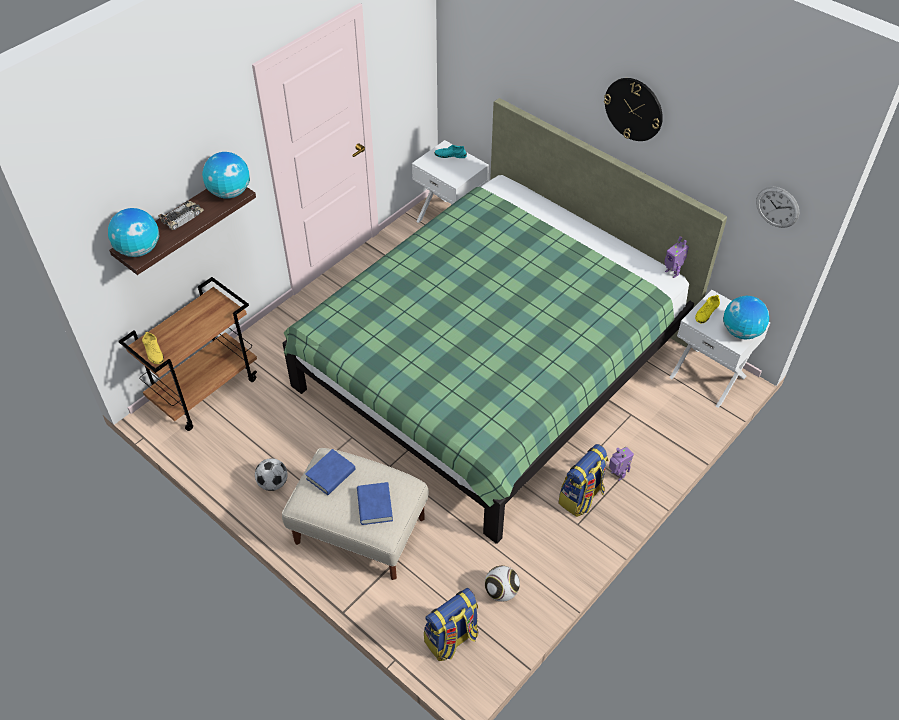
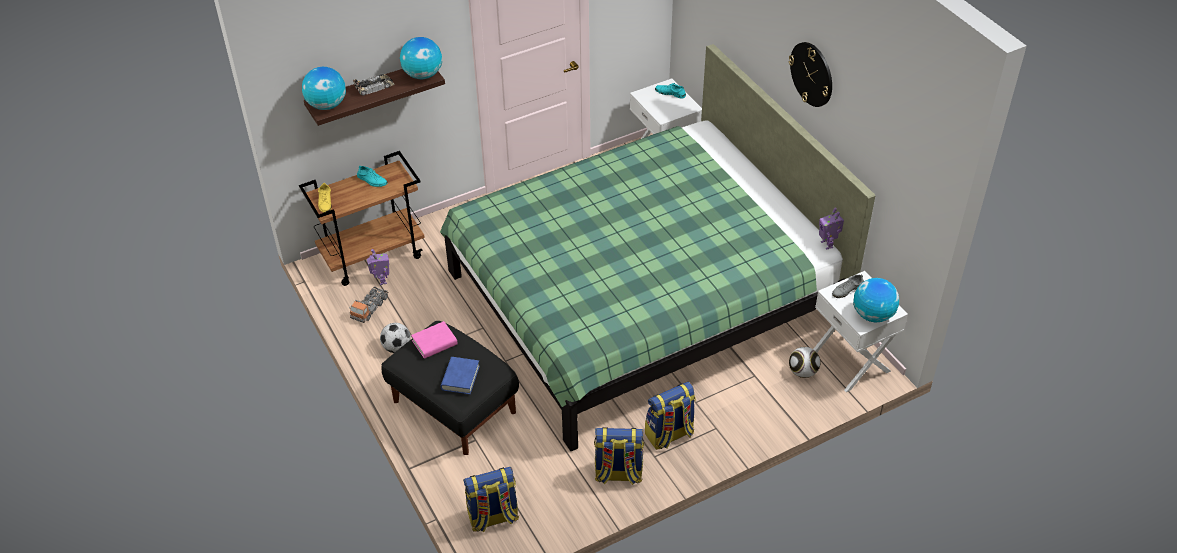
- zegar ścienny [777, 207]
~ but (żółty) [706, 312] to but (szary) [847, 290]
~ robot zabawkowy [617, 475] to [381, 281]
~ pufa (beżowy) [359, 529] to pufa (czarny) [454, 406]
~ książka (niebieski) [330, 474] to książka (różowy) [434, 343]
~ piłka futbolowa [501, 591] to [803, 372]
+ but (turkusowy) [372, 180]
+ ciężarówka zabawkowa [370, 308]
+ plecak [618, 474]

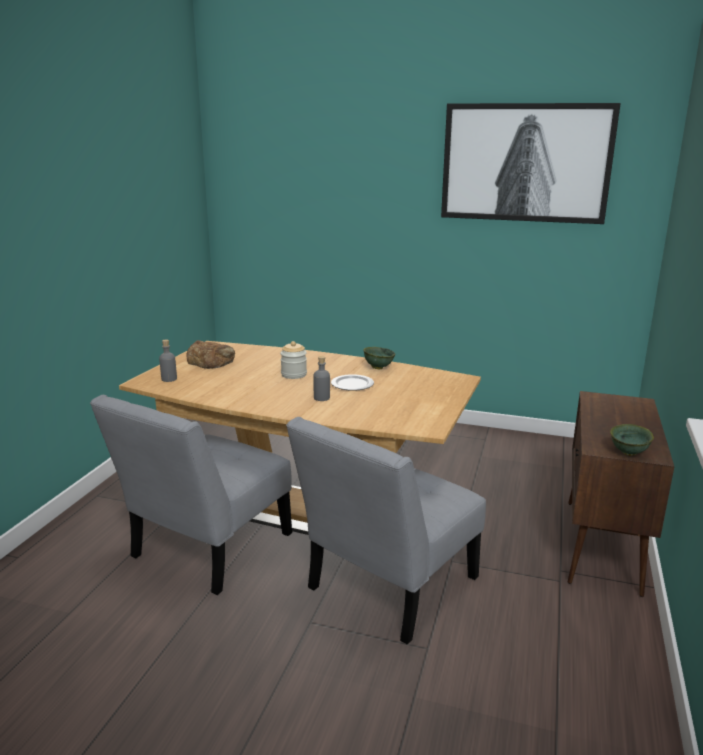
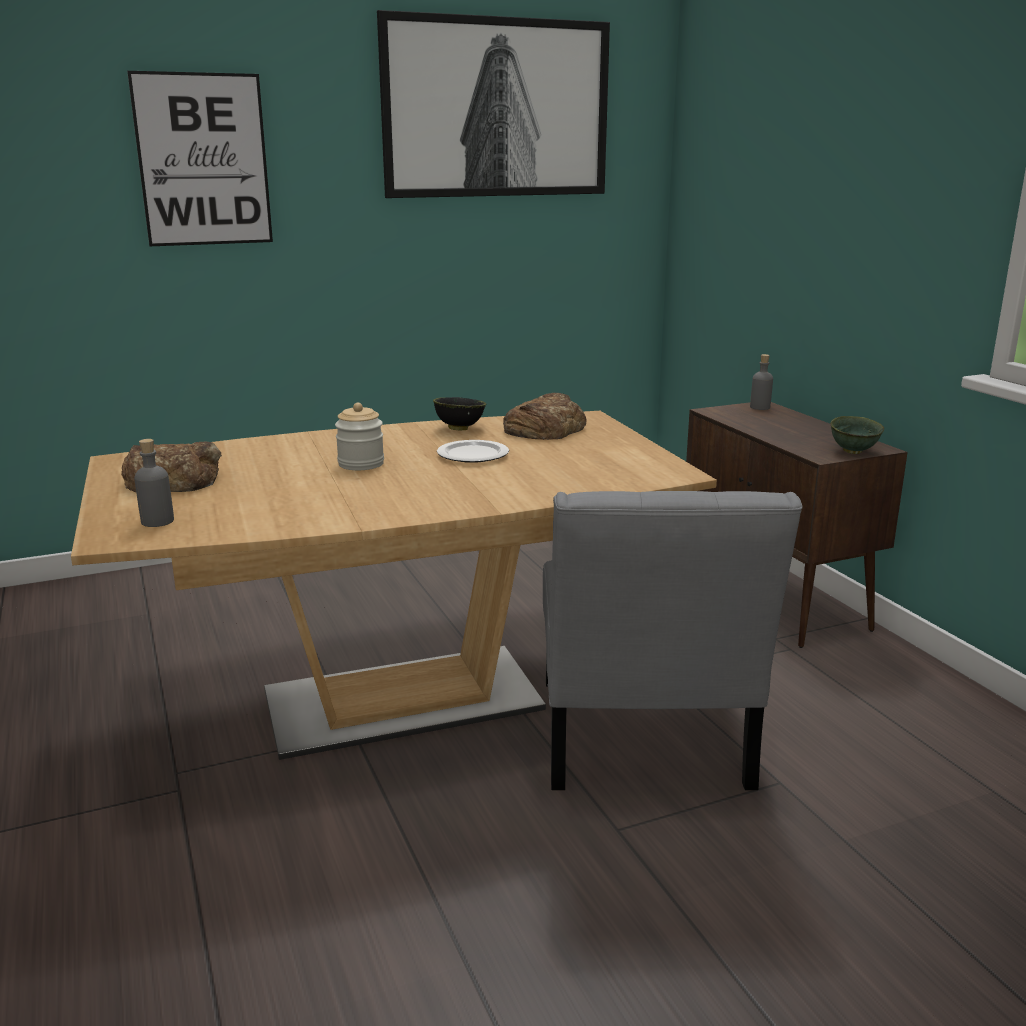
~ miska (zielony) [378, 367] to miska (czarny) [458, 429]
~ butelka (szary) [321, 398] to [760, 407]
- krzesło (szary) [206, 550]
+ obraz [203, 160]
+ chleb [545, 428]

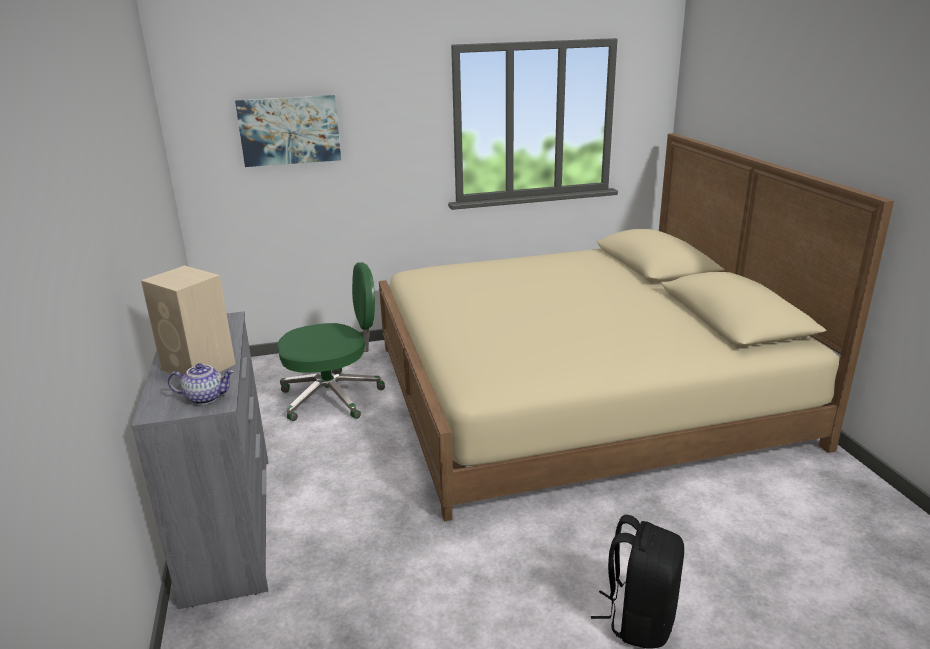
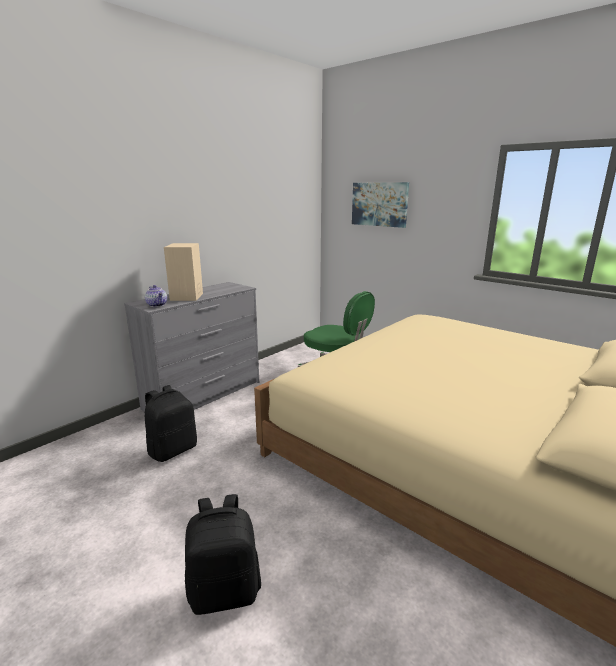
+ plecak (czarny) [173, 450]

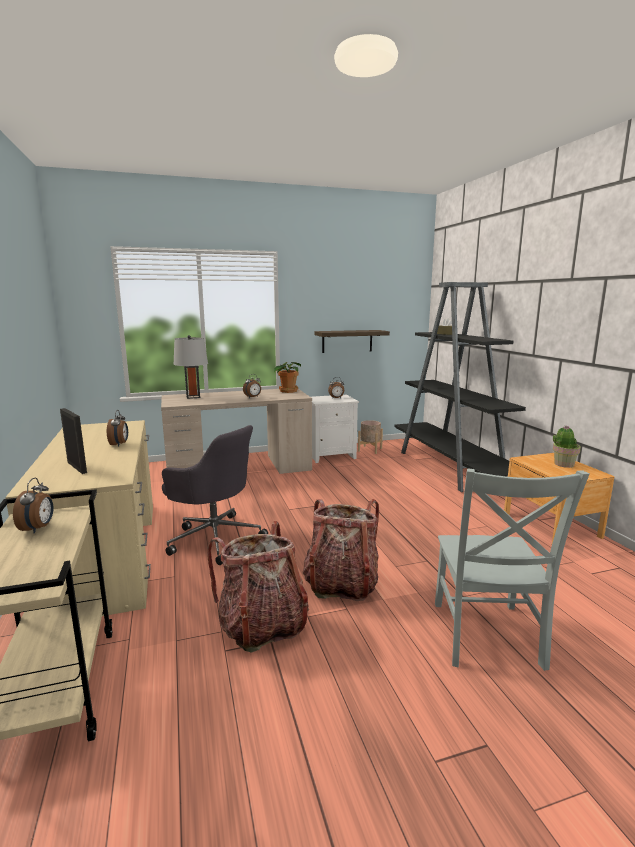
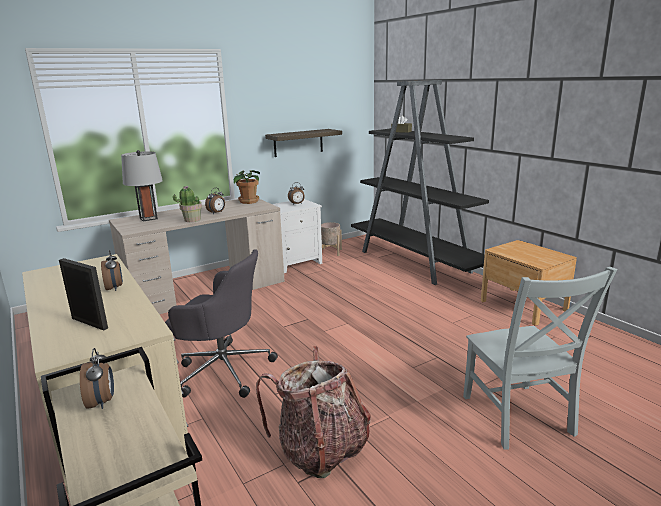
~ roślina doniczkowa [563, 464] to [192, 220]
- plecak [341, 583]

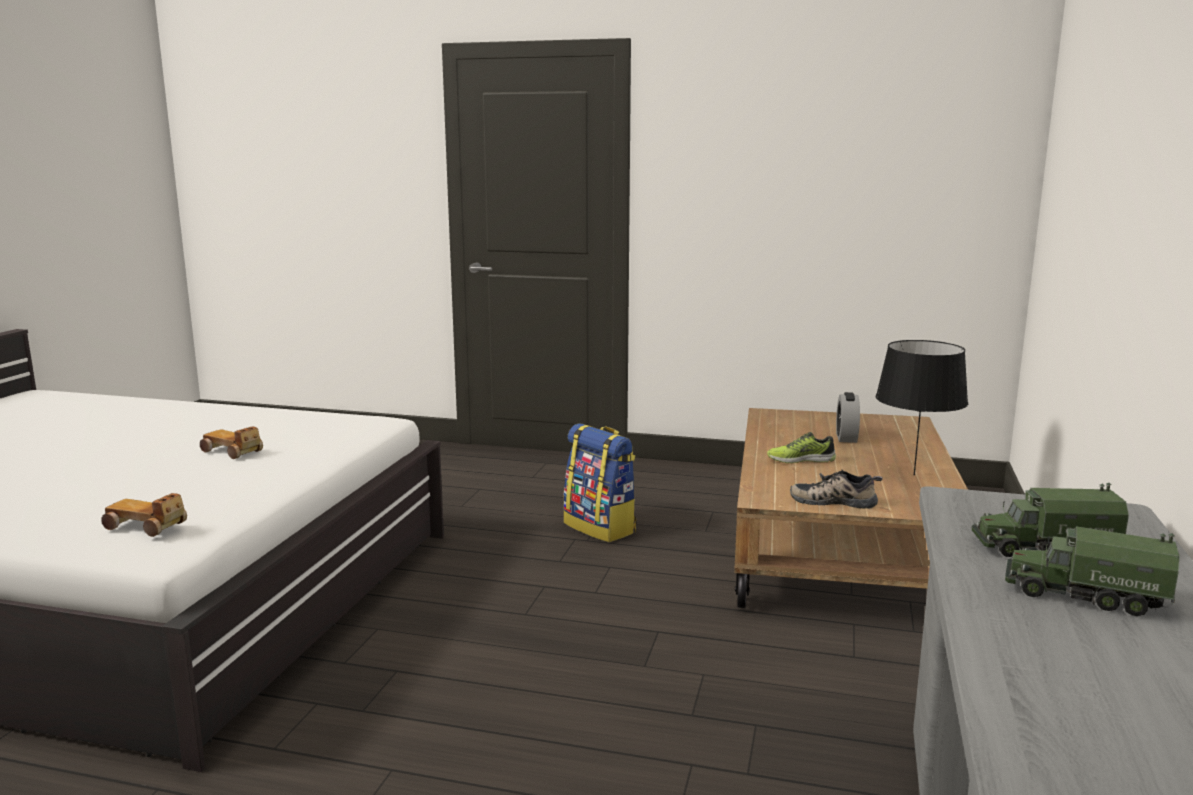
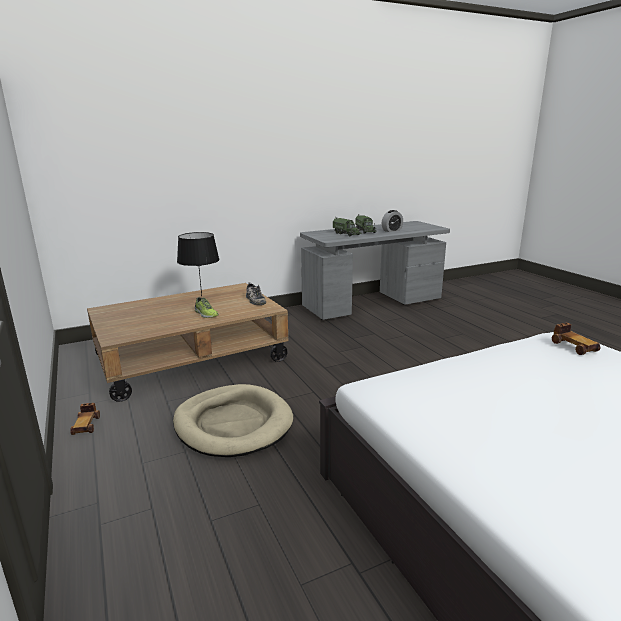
~ budzik [846, 437] to [392, 230]
~ plecak [601, 527] to legowisko (beżowy) [233, 424]
~ samochodzik [232, 452] to [86, 425]

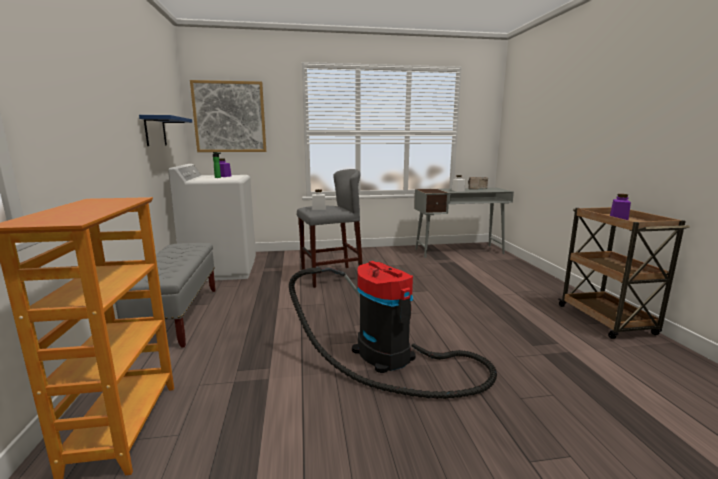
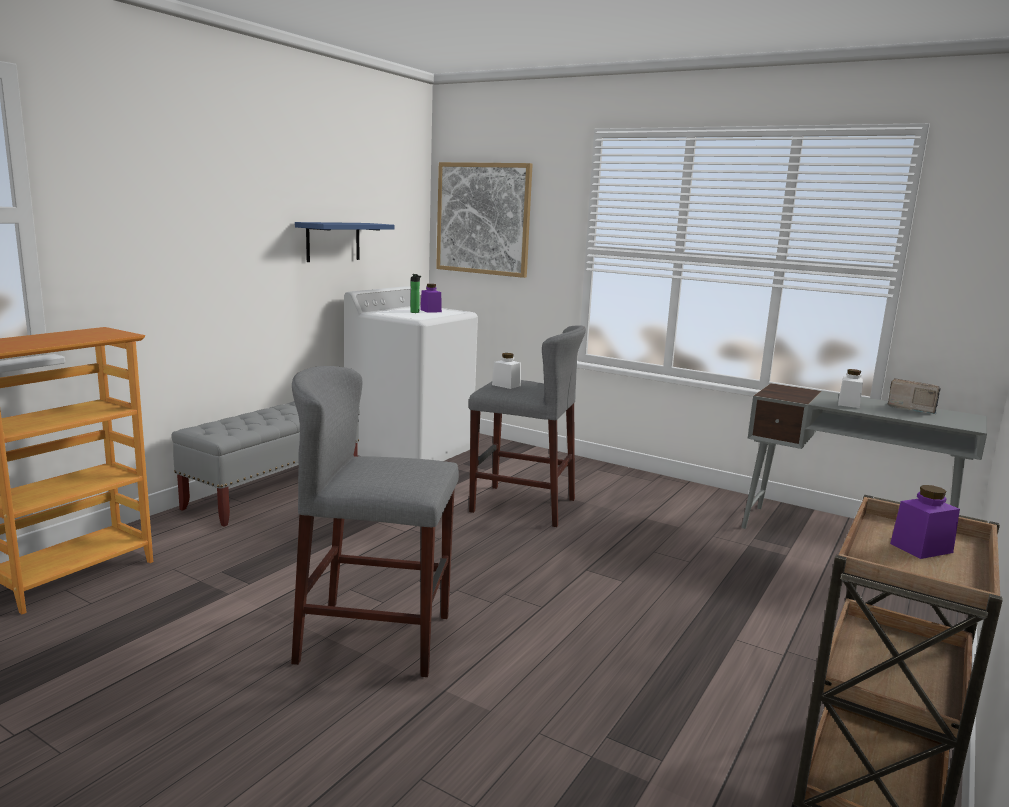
~ odkurzacz [389, 358] to stołek (szary) [375, 638]

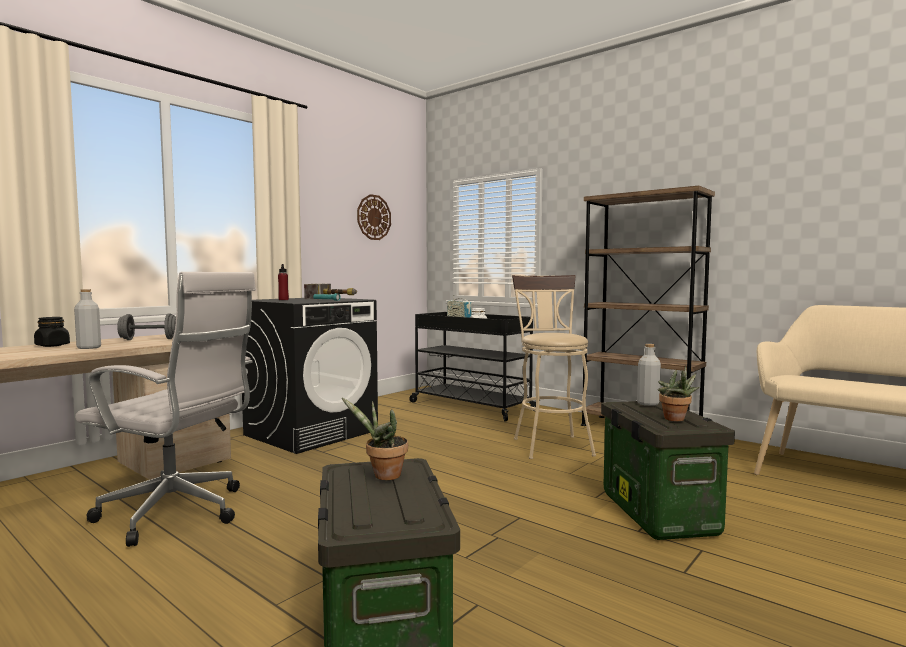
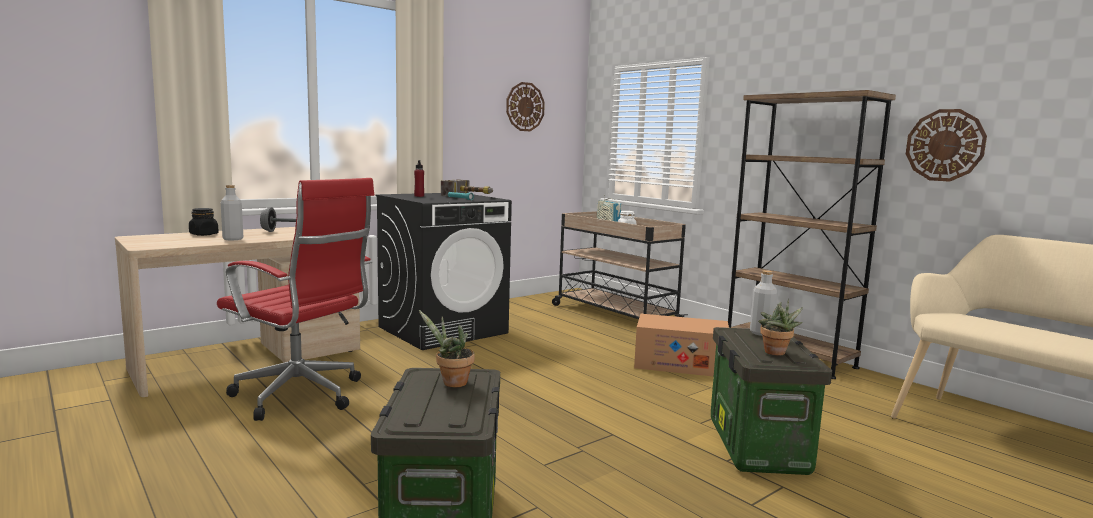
~ krzesło biurowe (biały) [178, 514] to krzesło biurowe (czerwony) [302, 396]
~ stołek (beżowy) [550, 444] to karton [680, 364]
~ wózek (czarny) [470, 406] to wózek (beżowy) [614, 314]
+ zegar ścienny [945, 145]

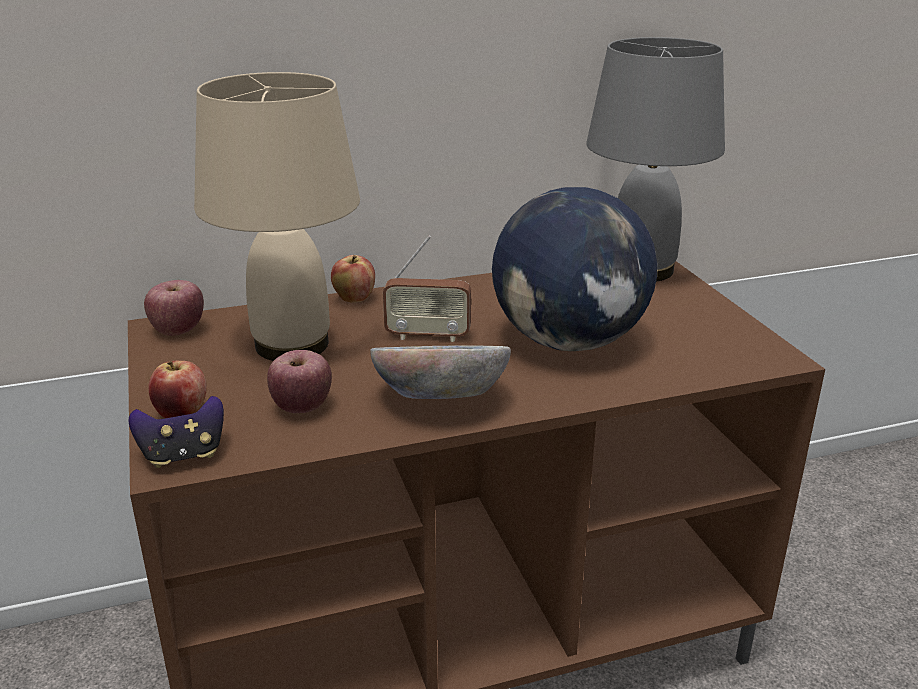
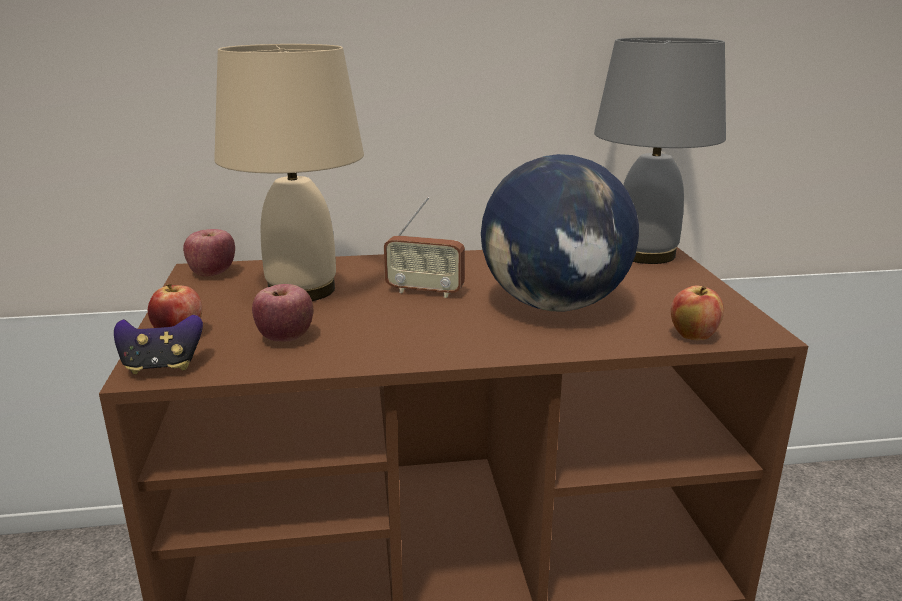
~ jabłko [354, 299] to [693, 336]
- miska [439, 400]

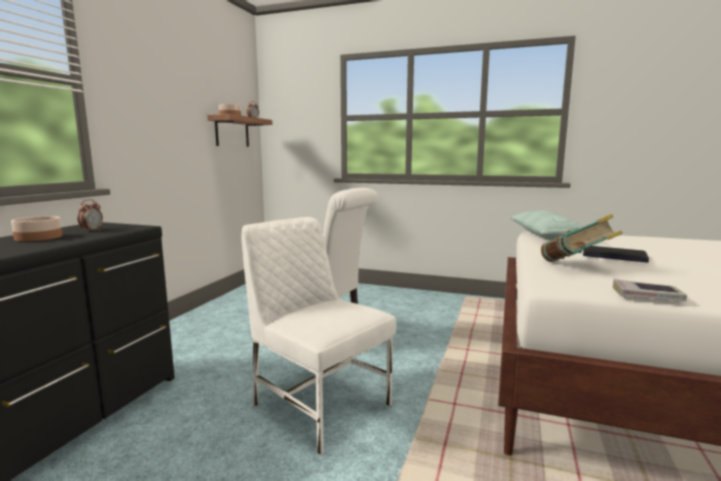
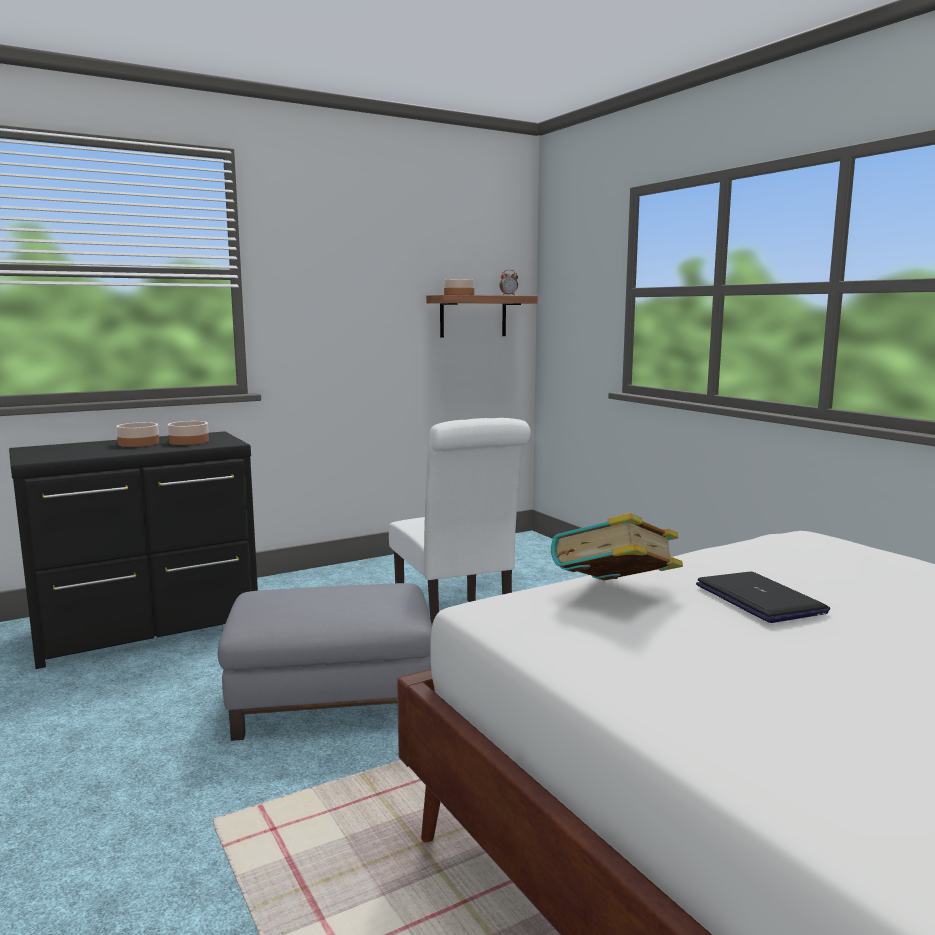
~ budzik [92, 230] to miska [189, 441]
- poduszka [546, 236]
~ krzesło (biały) [318, 404] to pufa (szary) [332, 699]
- książka [647, 296]

